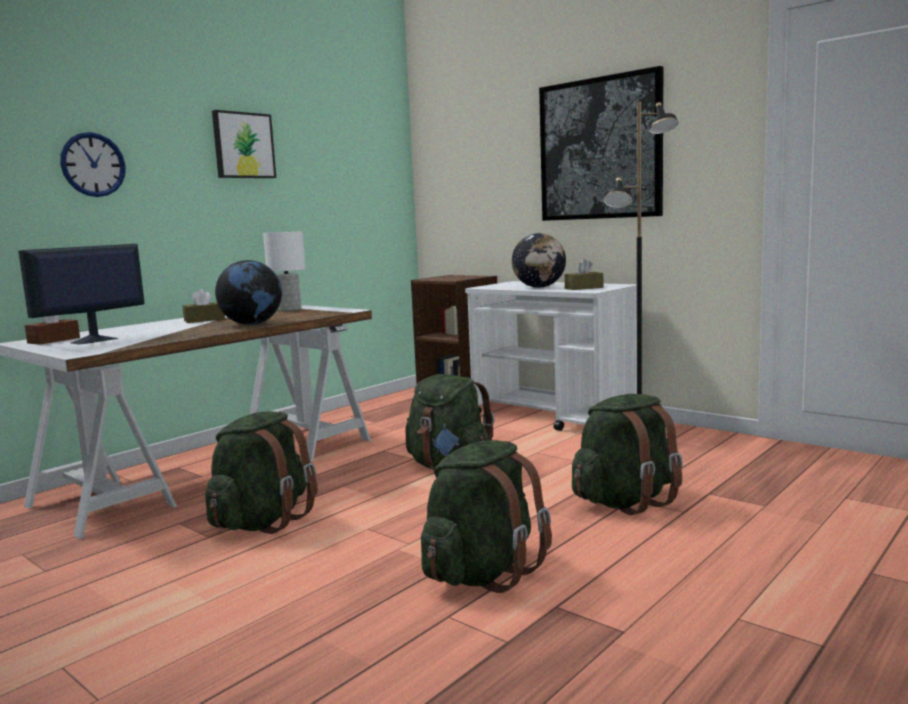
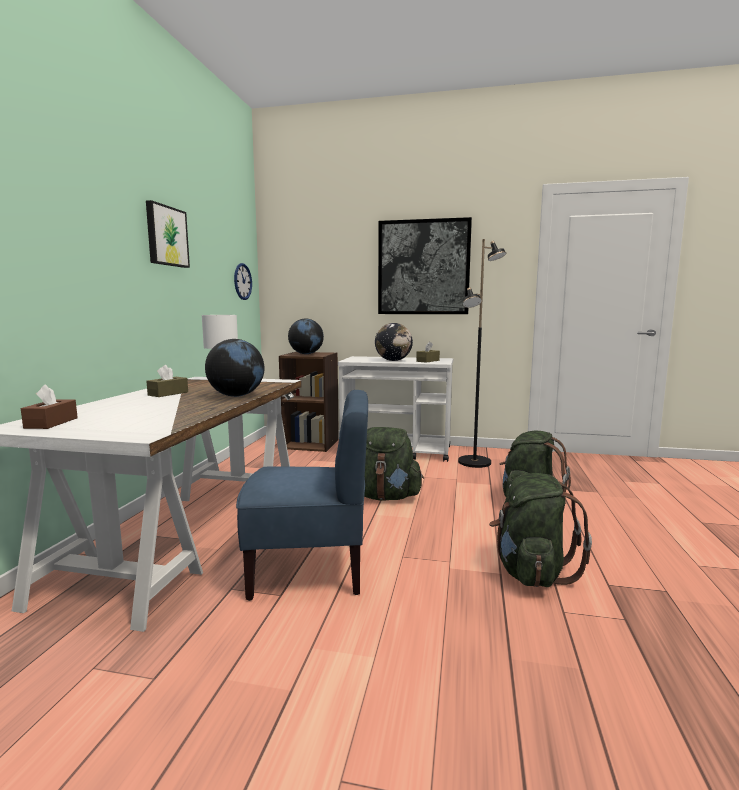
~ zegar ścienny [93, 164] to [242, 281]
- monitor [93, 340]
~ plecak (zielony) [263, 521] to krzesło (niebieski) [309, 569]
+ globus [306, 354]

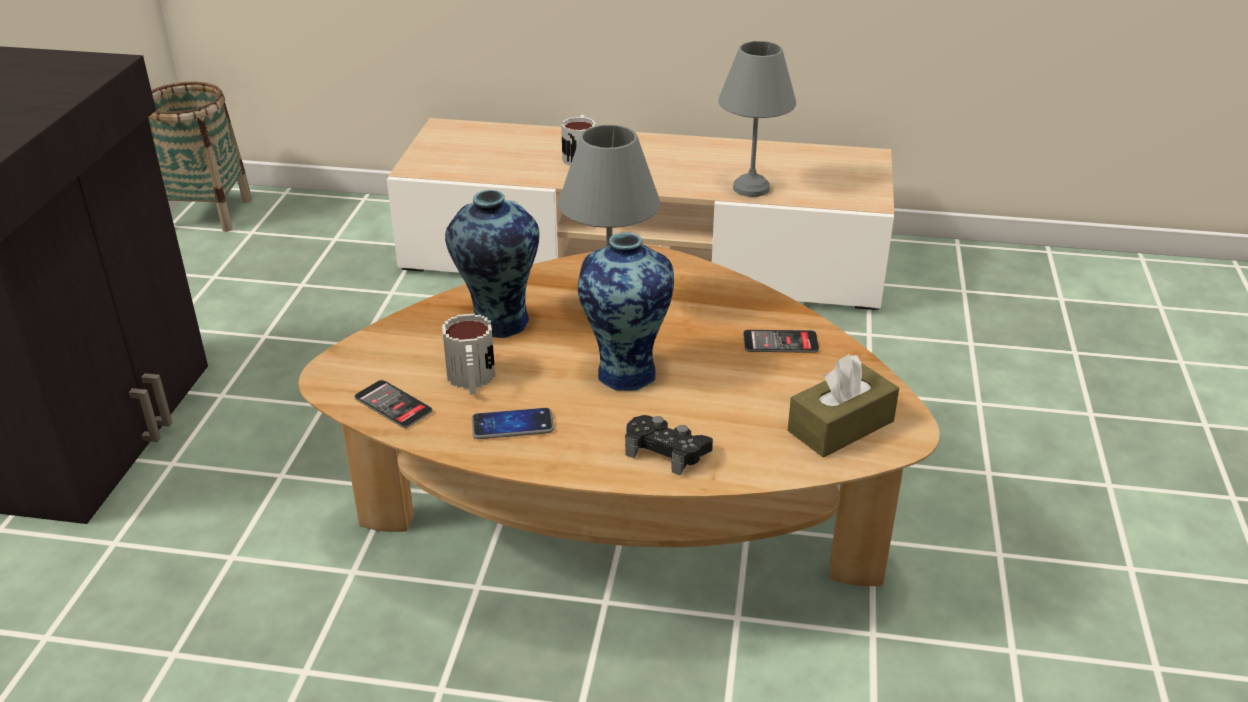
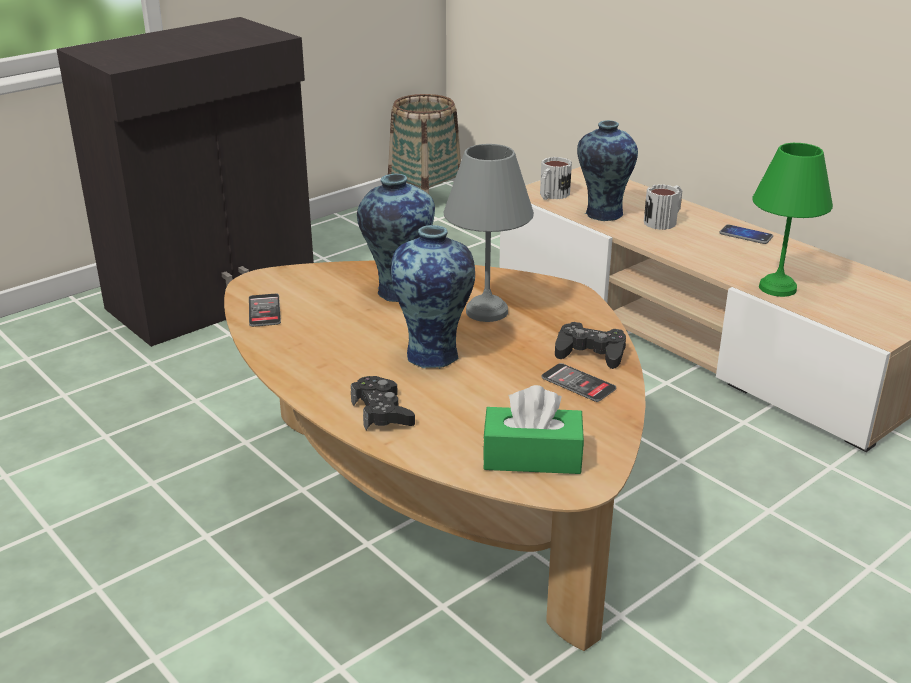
~ lampa stołowa (szary) [749, 188] to lampa stołowa (zielony) [775, 287]
~ kubek [471, 380] to [551, 196]
~ pudełko chusteczek (brązowy) [840, 426] to pudełko chusteczek (zielony) [532, 457]
~ telefon [512, 425] to [746, 235]
+ wazon [602, 214]
+ pad do gier (czarny) [590, 353]

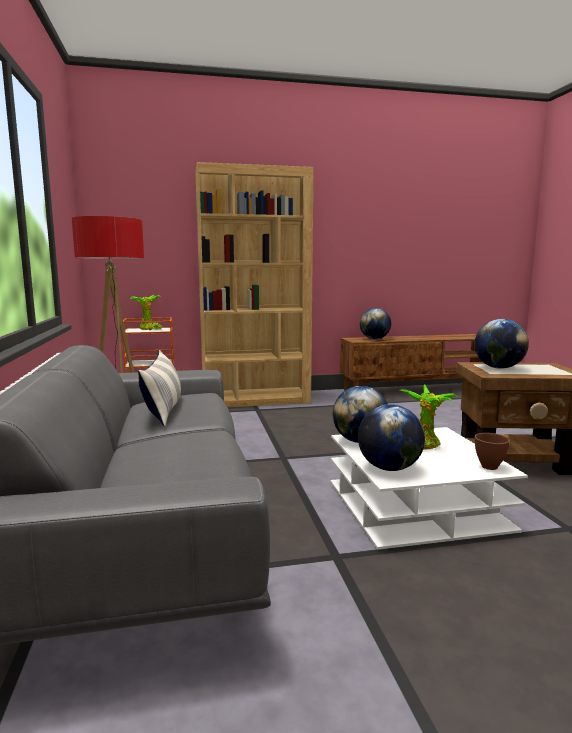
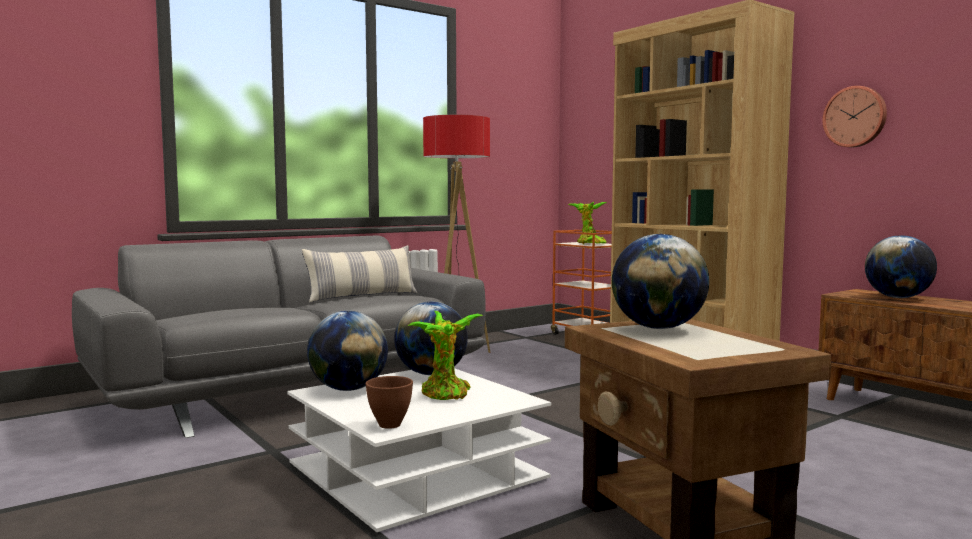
+ zegar ścienny [855, 117]

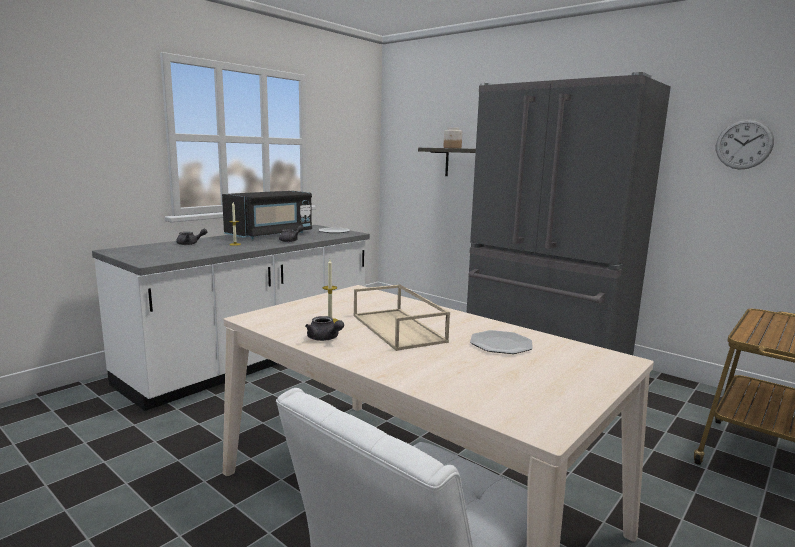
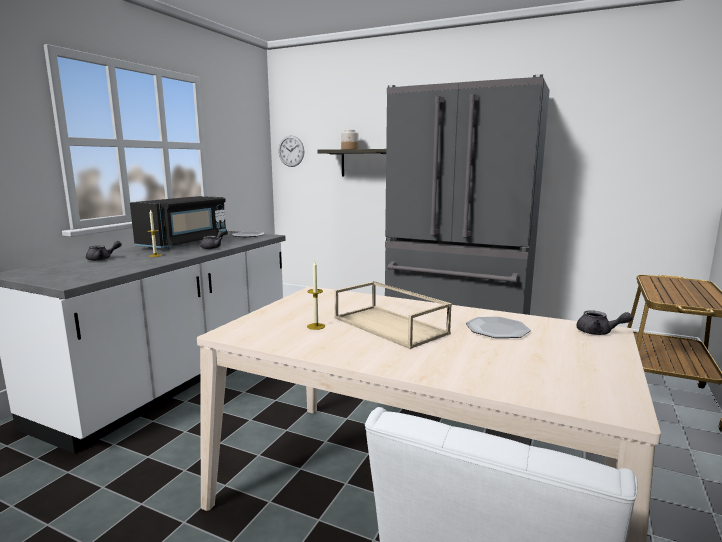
~ zegar ścienny [744, 144] to [291, 151]
~ imbryk (szary) [325, 339] to [599, 332]

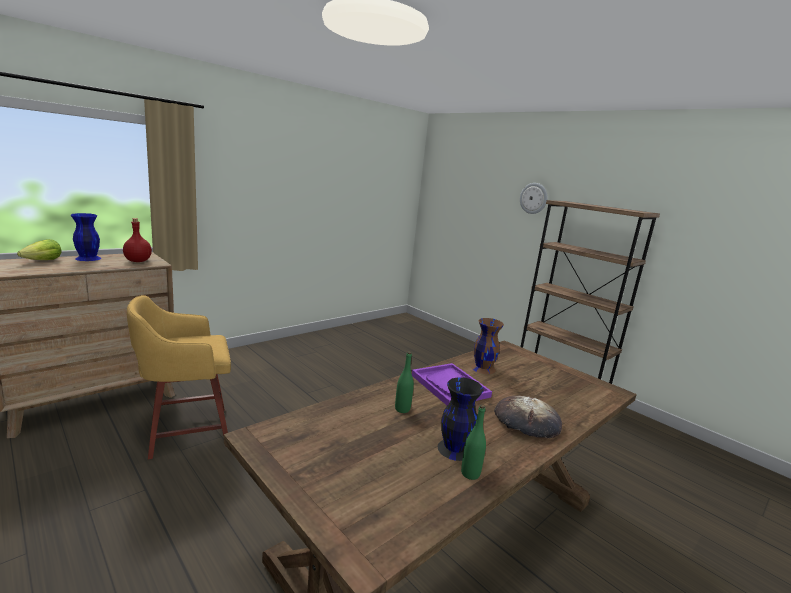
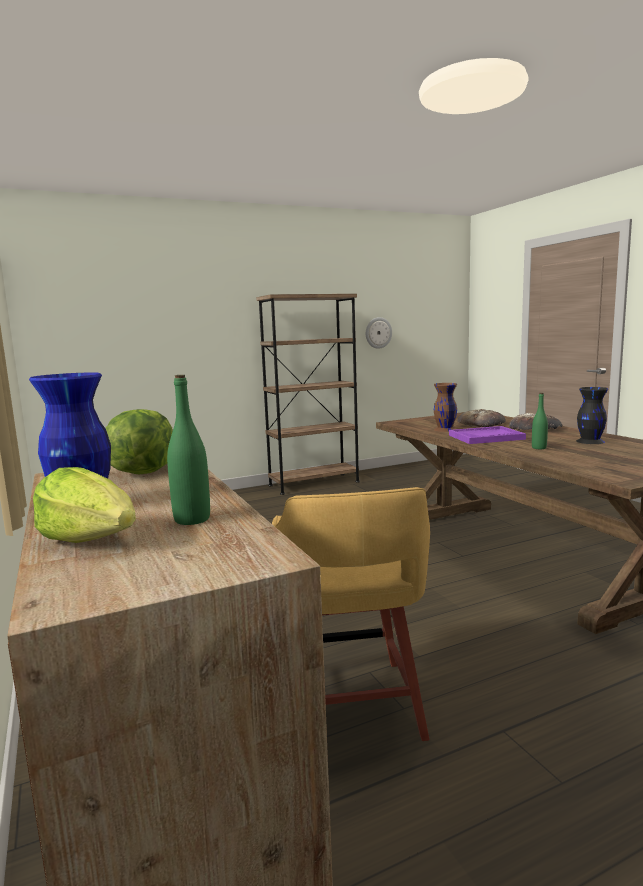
~ zegar ścienny [533, 198] to [378, 333]
~ butelka (czerwony) [137, 261] to sałata [142, 472]
~ butelka (zielony) [470, 474] to [192, 519]
+ chleb [481, 423]

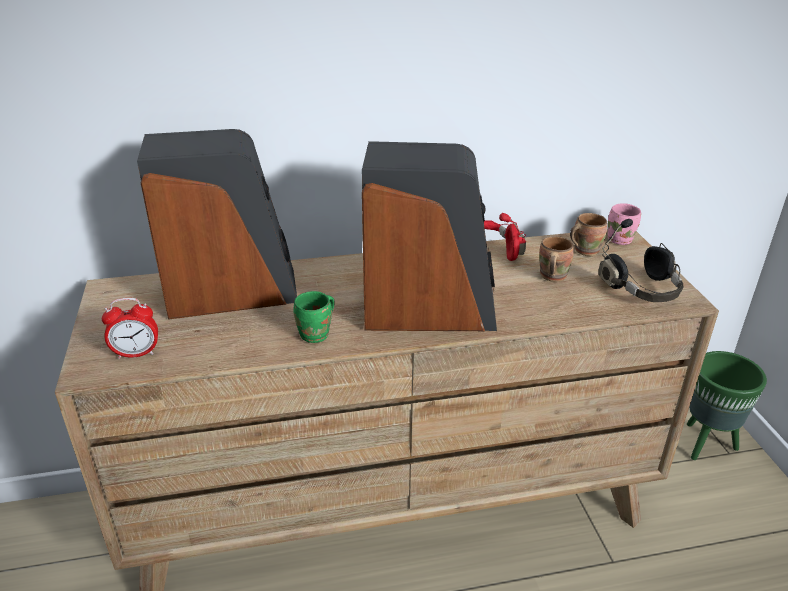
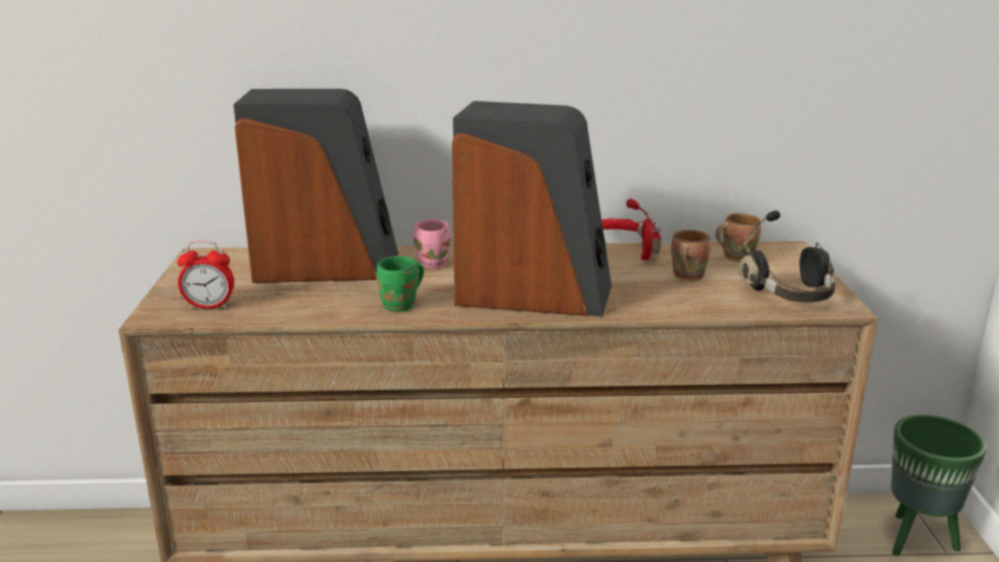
~ kubek (różowy) [621, 239] to [435, 263]

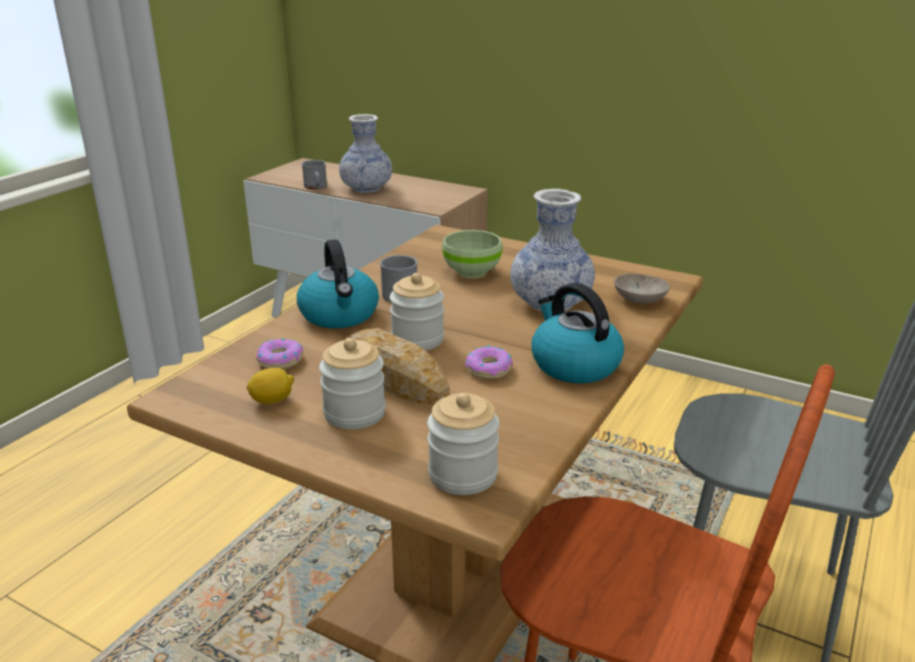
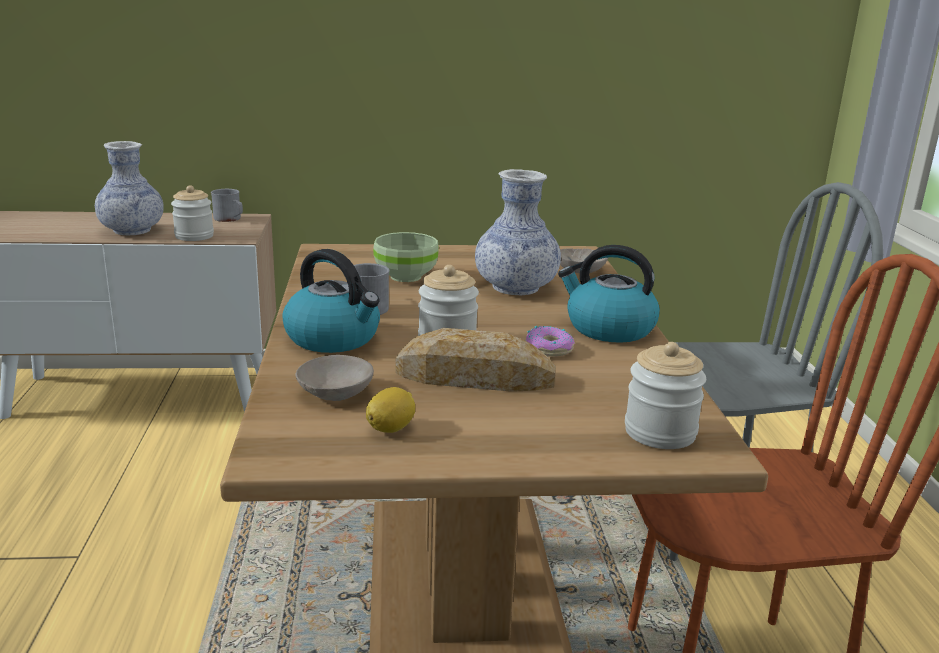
~ kubek (szary) [316, 187] to [230, 219]
~ donut [280, 360] to miska (beżowy) [338, 392]
~ słoik [354, 413] to [194, 236]

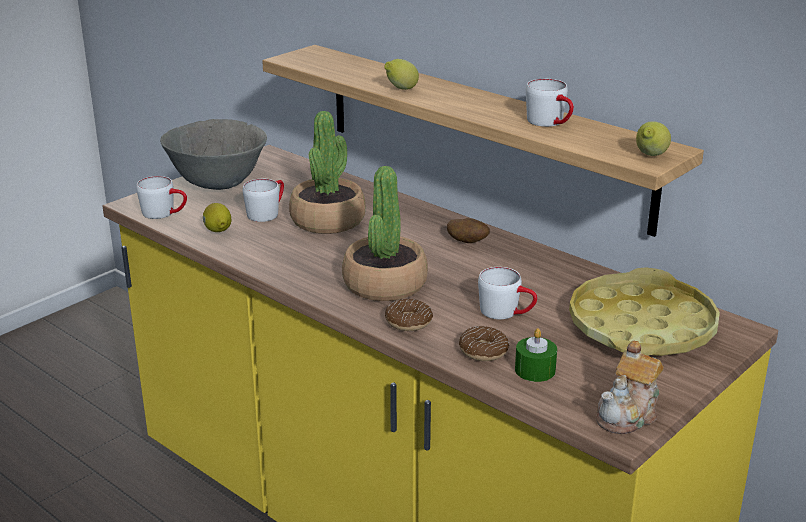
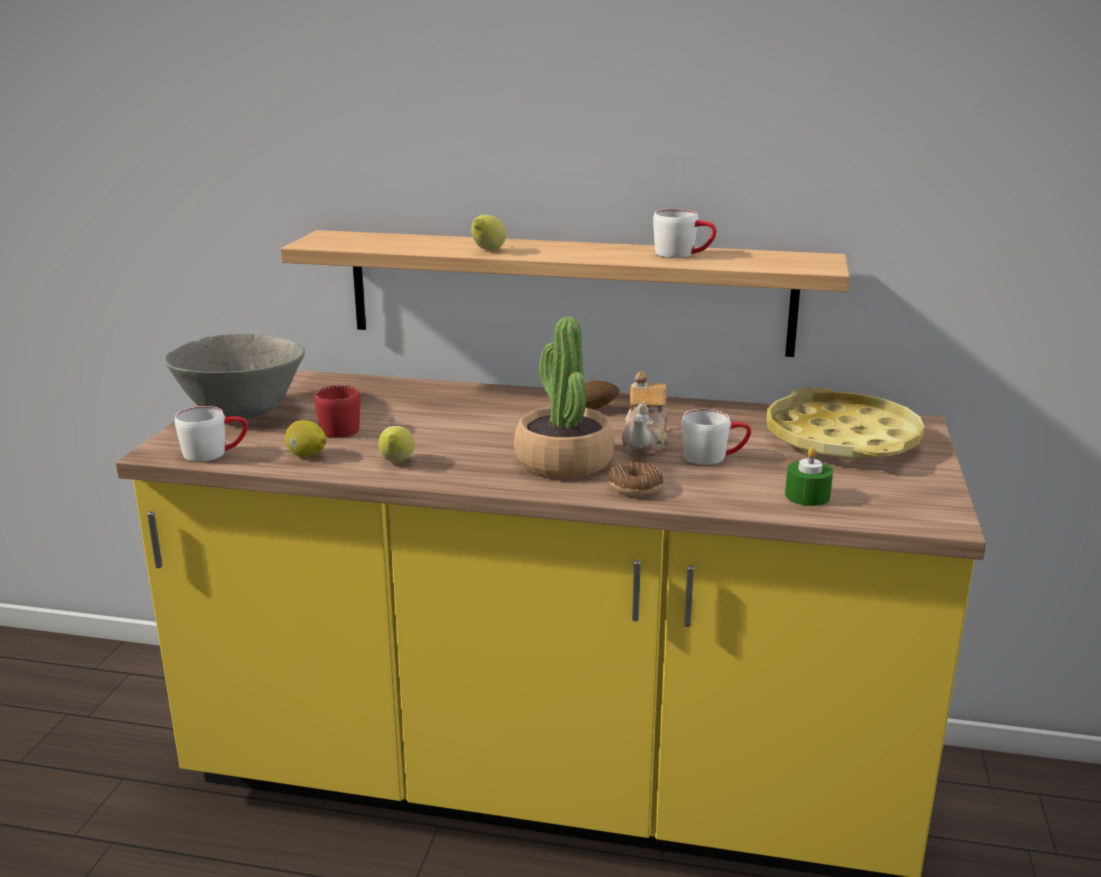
- roślina doniczkowa [328, 220]
~ cytryna [650, 156] to [396, 463]
~ kubek (biały) [267, 212] to kubek (czerwony) [341, 427]
- donut [483, 351]
~ imbryk [629, 415] to [645, 443]

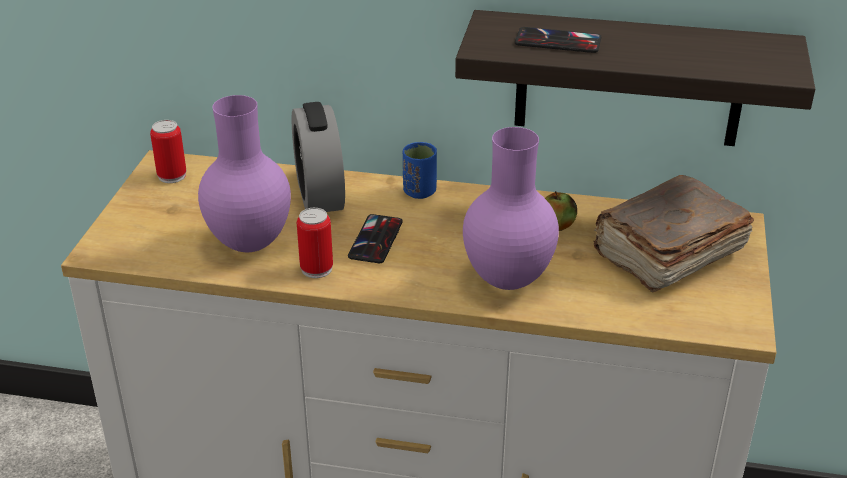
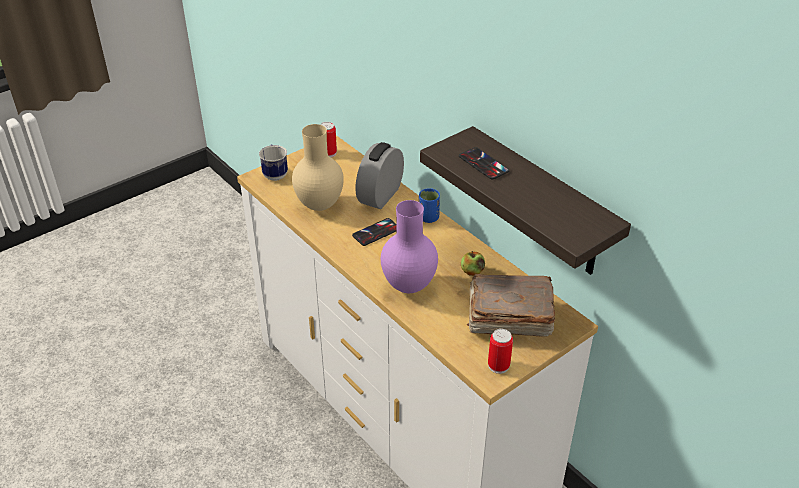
~ wazon (fioletowy) [248, 243] to wazon (beżowy) [319, 205]
~ puszka [316, 268] to [498, 365]
+ kubek [275, 173]

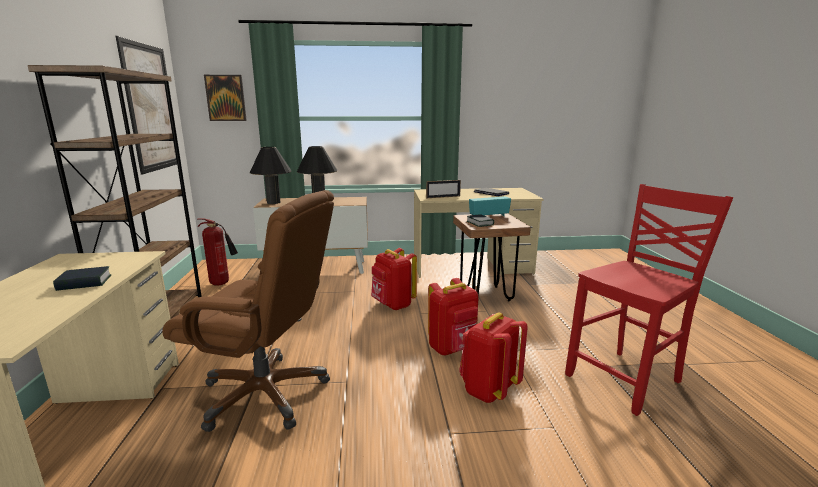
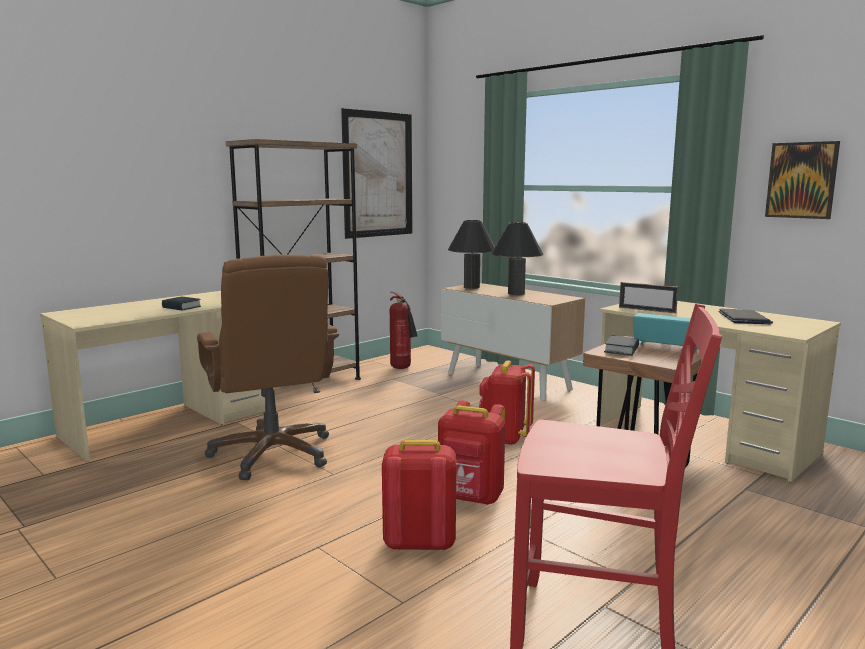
~ obraz [226, 98] to [801, 180]

